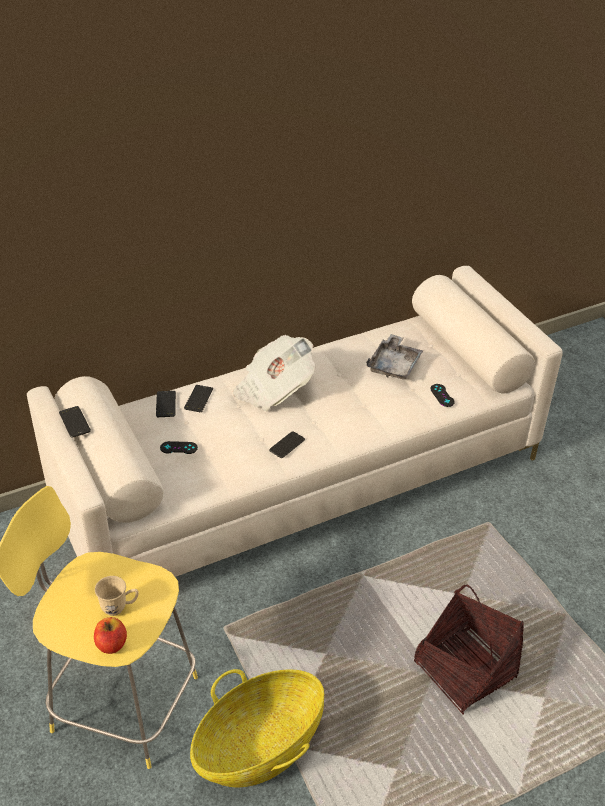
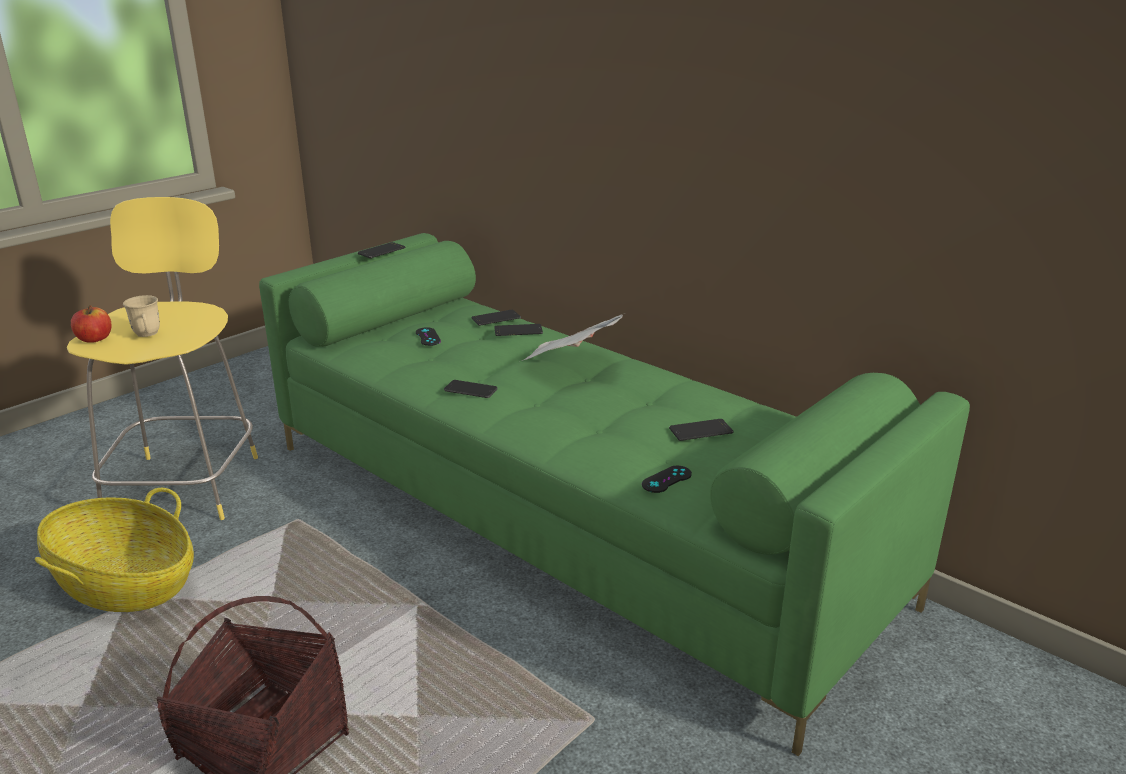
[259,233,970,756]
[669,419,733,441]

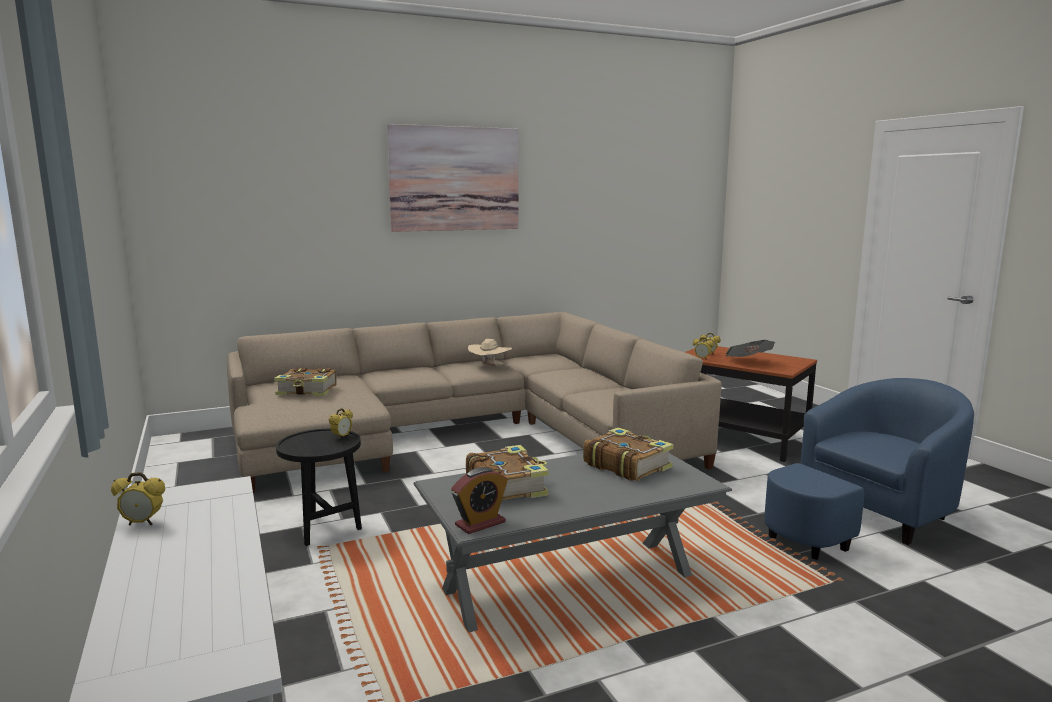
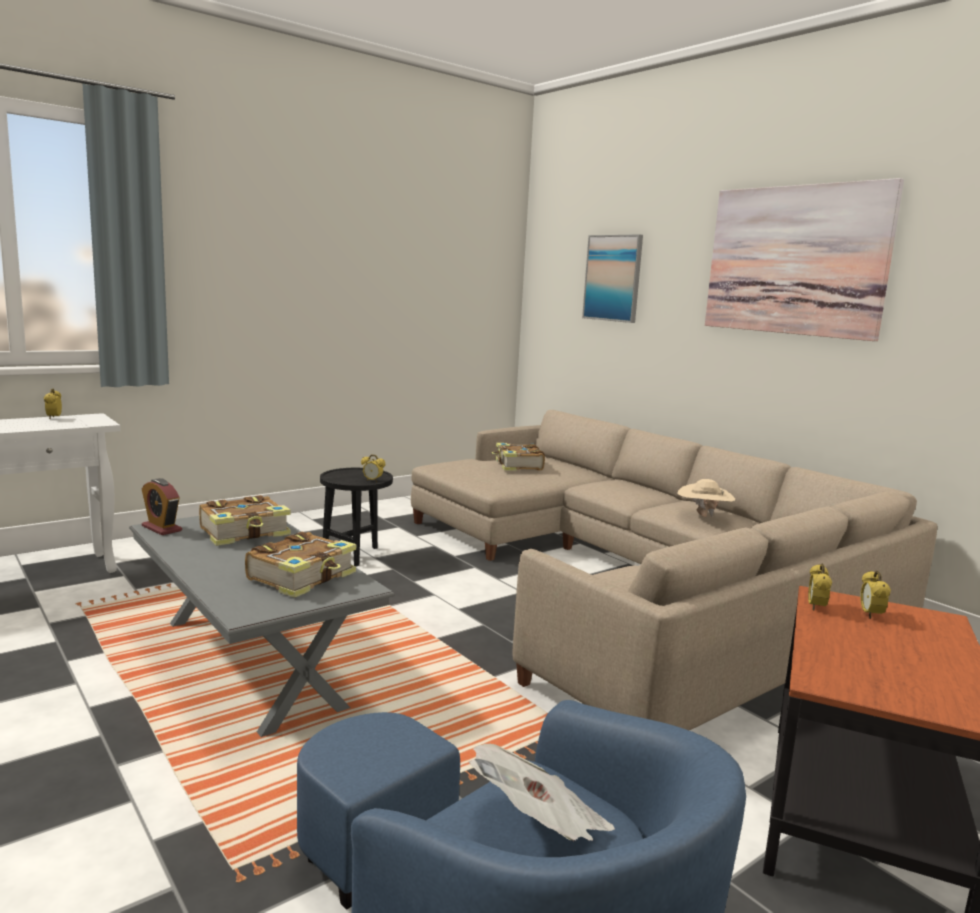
[469,744,615,841]
[582,234,643,323]

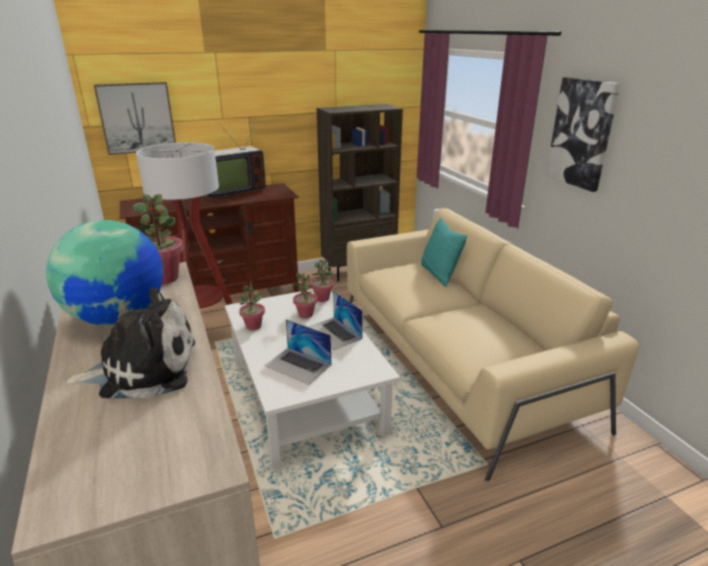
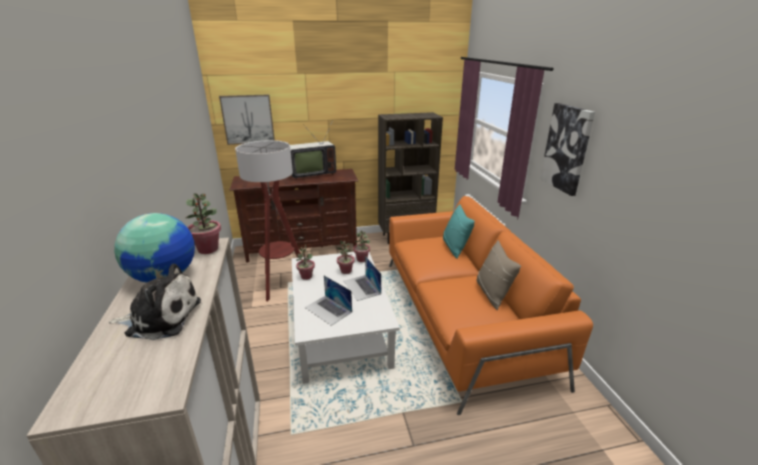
[389,196,593,415]
[477,241,521,310]

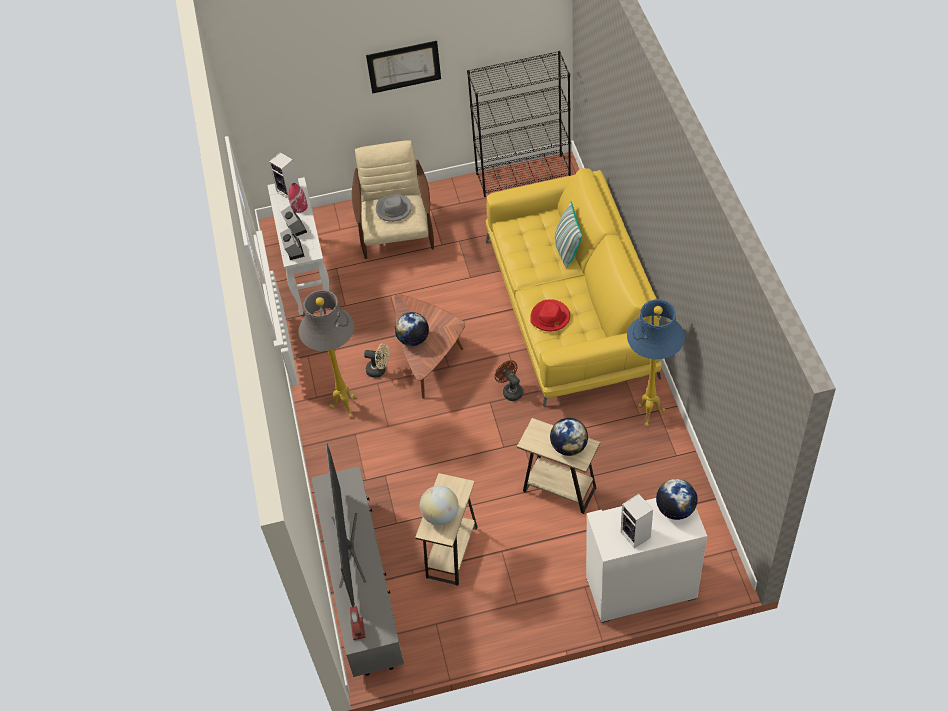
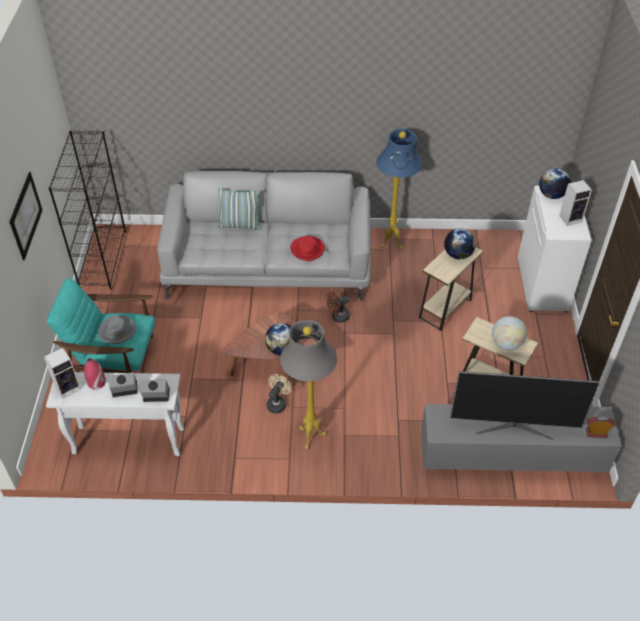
[47,278,155,373]
[157,171,371,301]

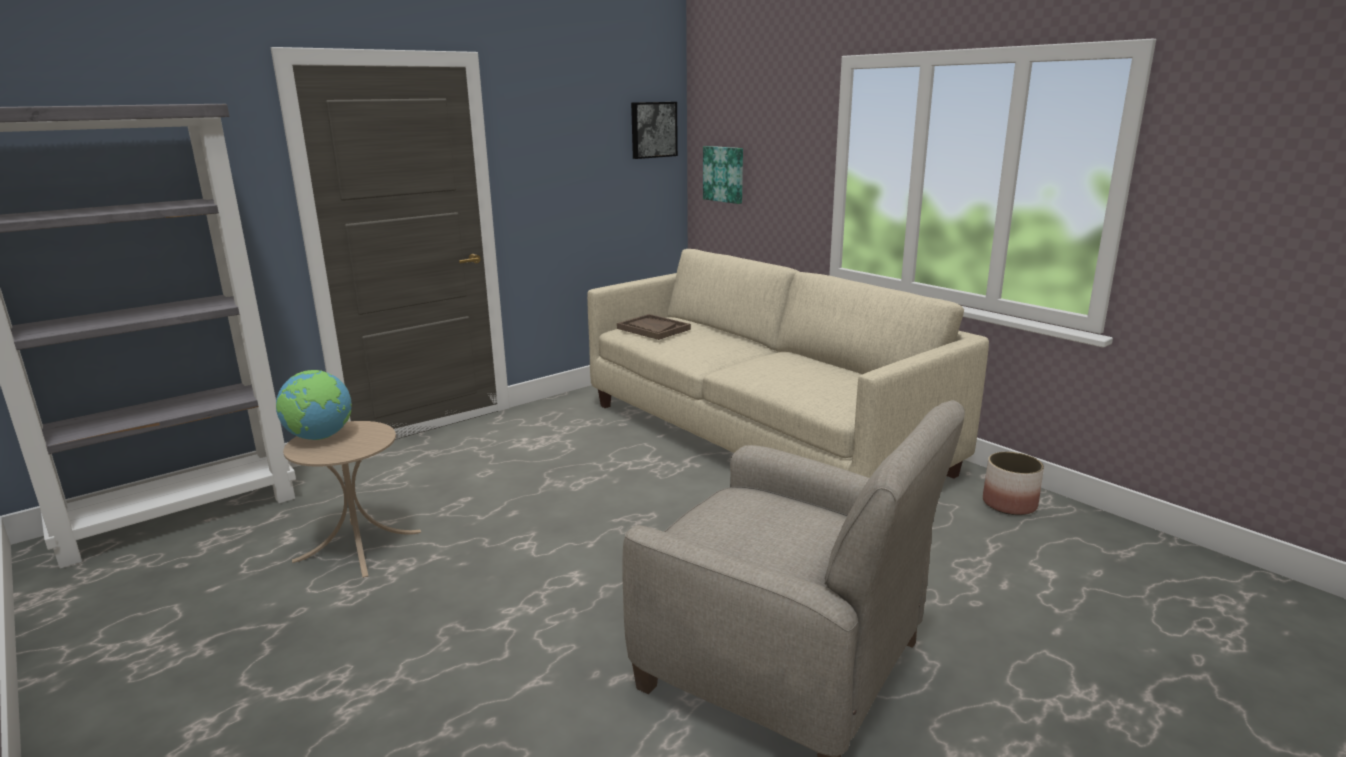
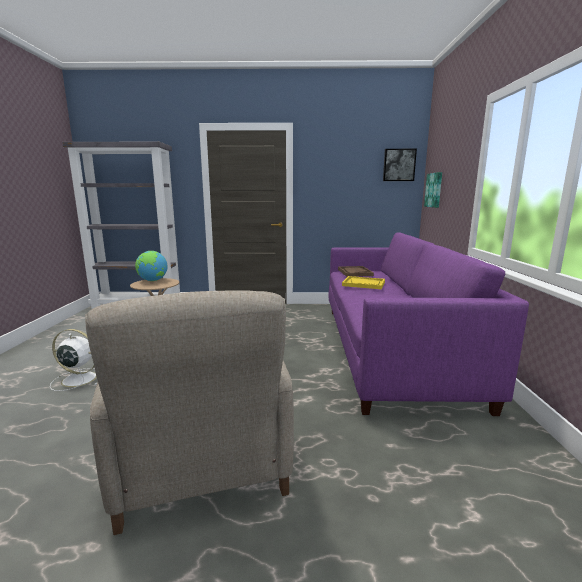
[328,232,529,416]
[983,452,1044,515] (first image)
[342,276,385,289]
[50,329,97,391]

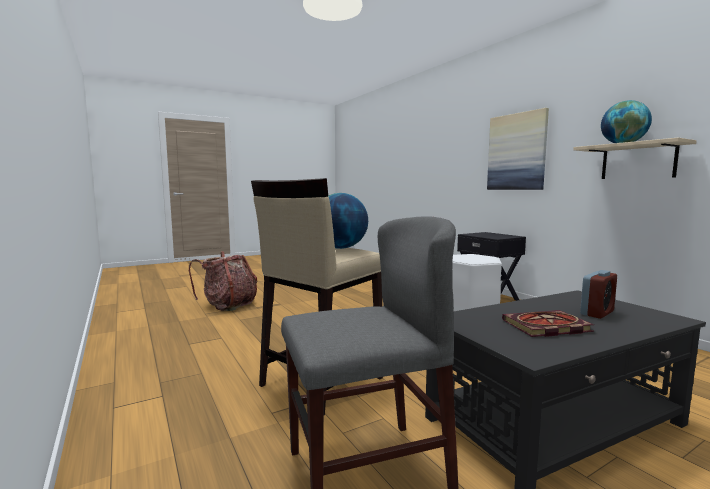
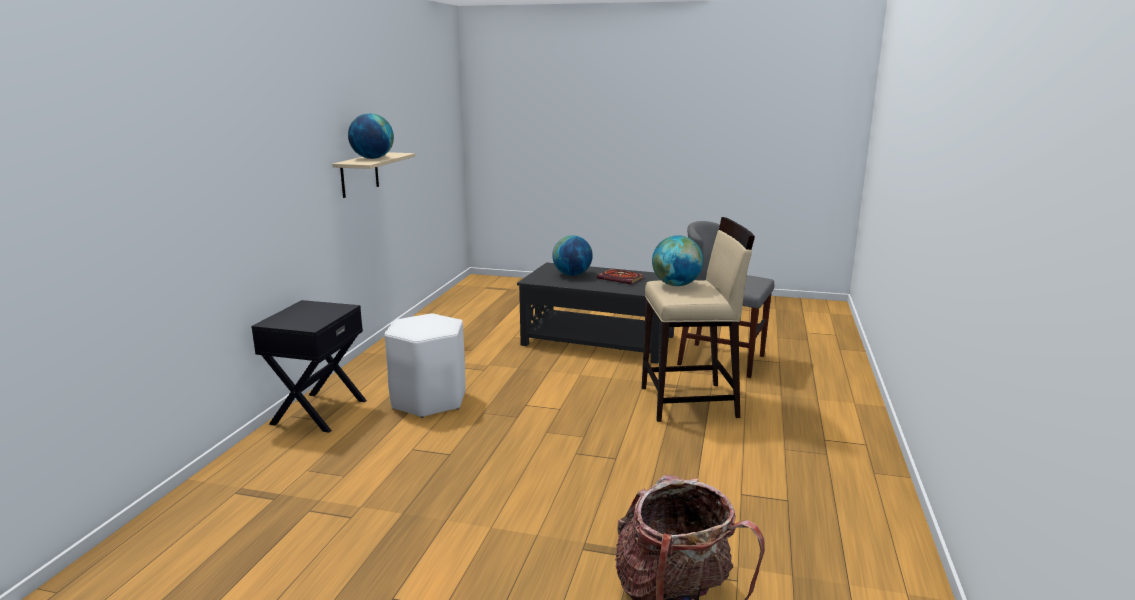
[487,108,549,190] (first image)
[552,235,593,276]

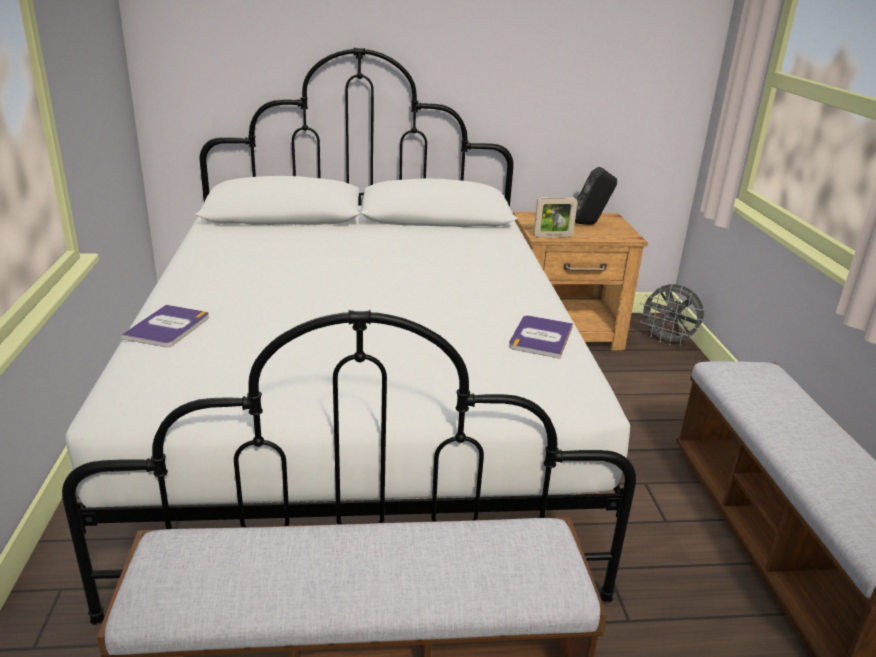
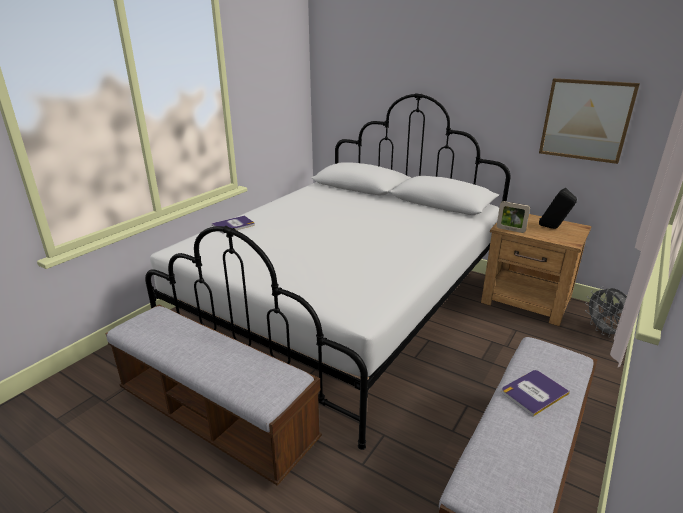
[502,370,570,417]
[539,78,640,164]

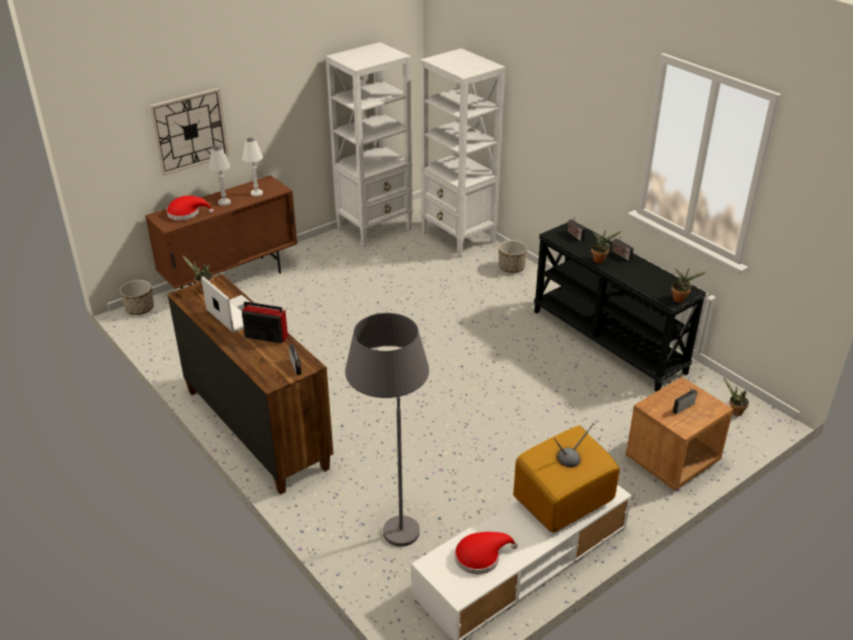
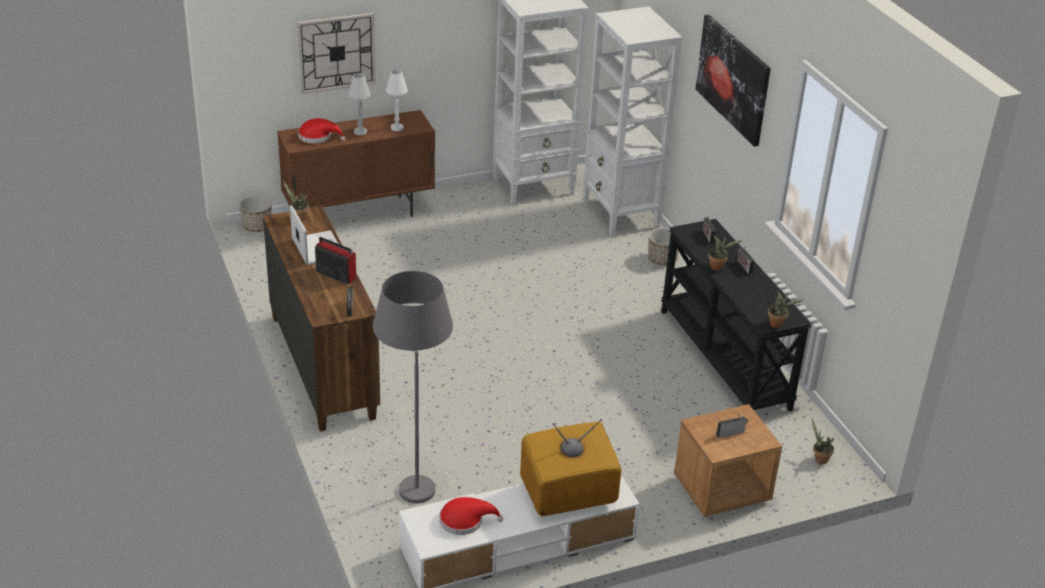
[695,14,771,147]

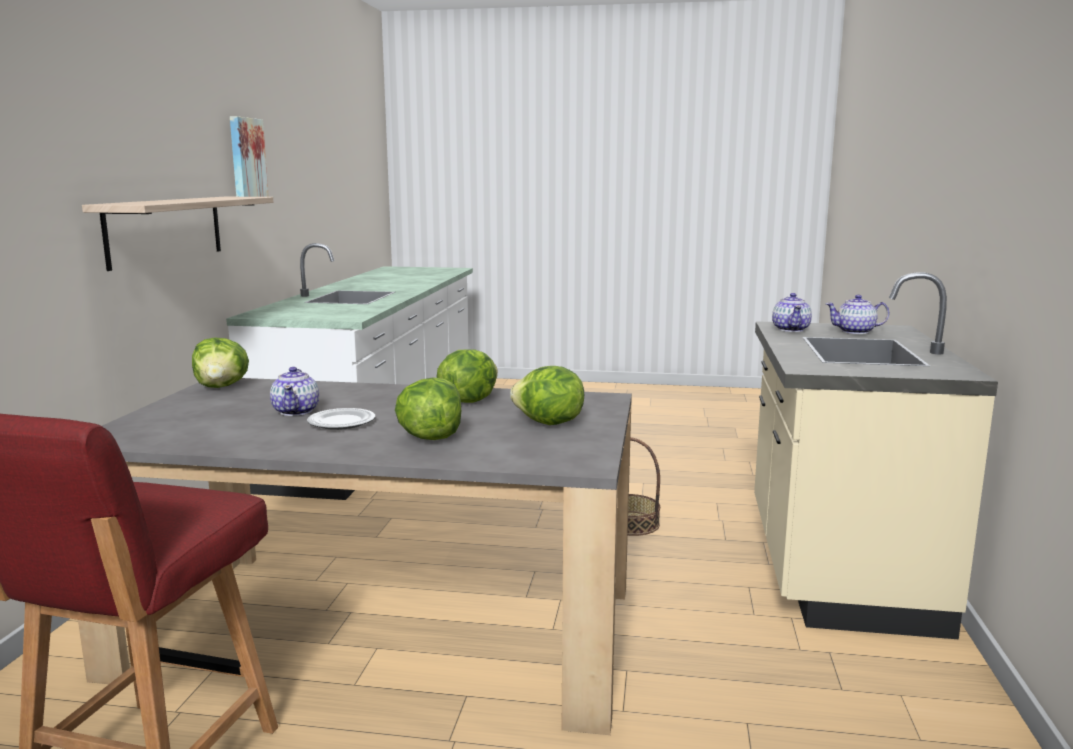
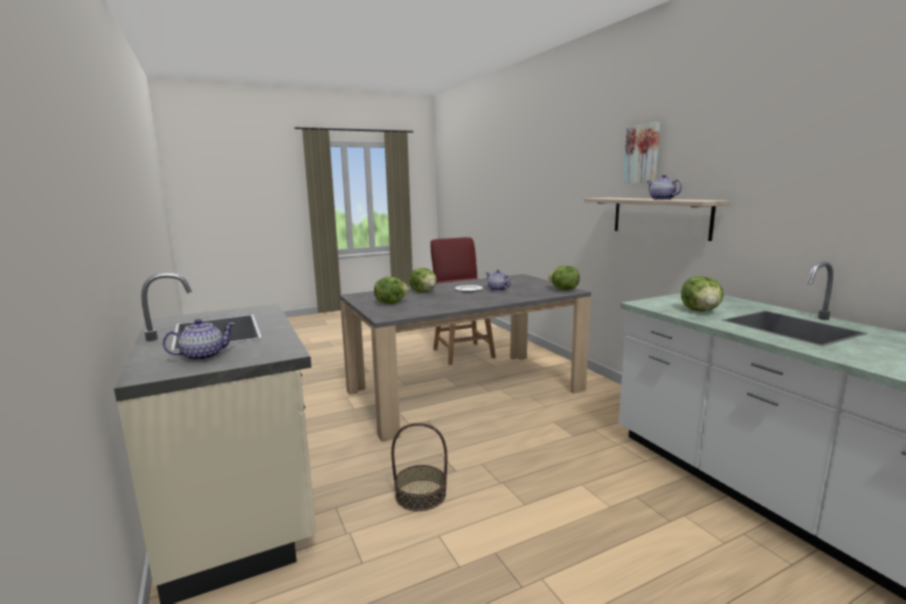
[623,122,660,183]
[647,175,682,200]
[681,276,724,312]

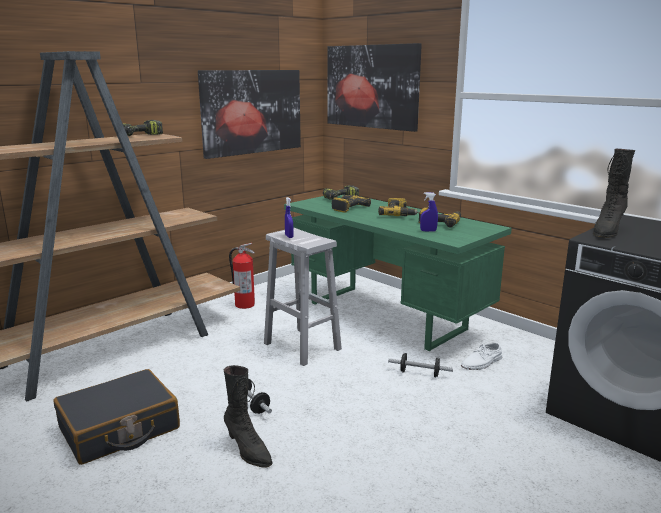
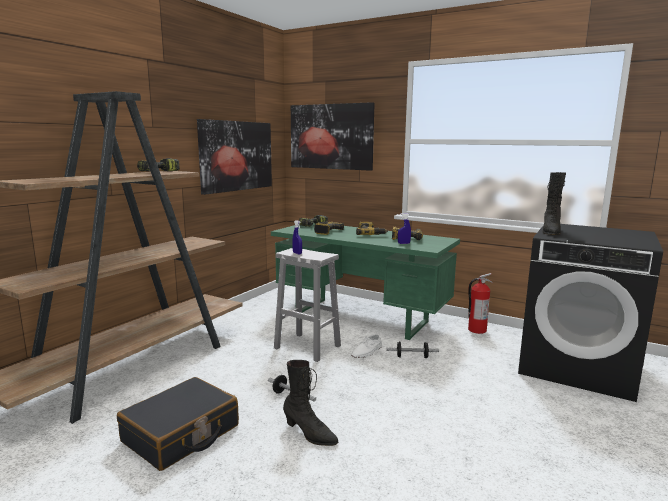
[468,273,493,334]
[351,334,382,358]

